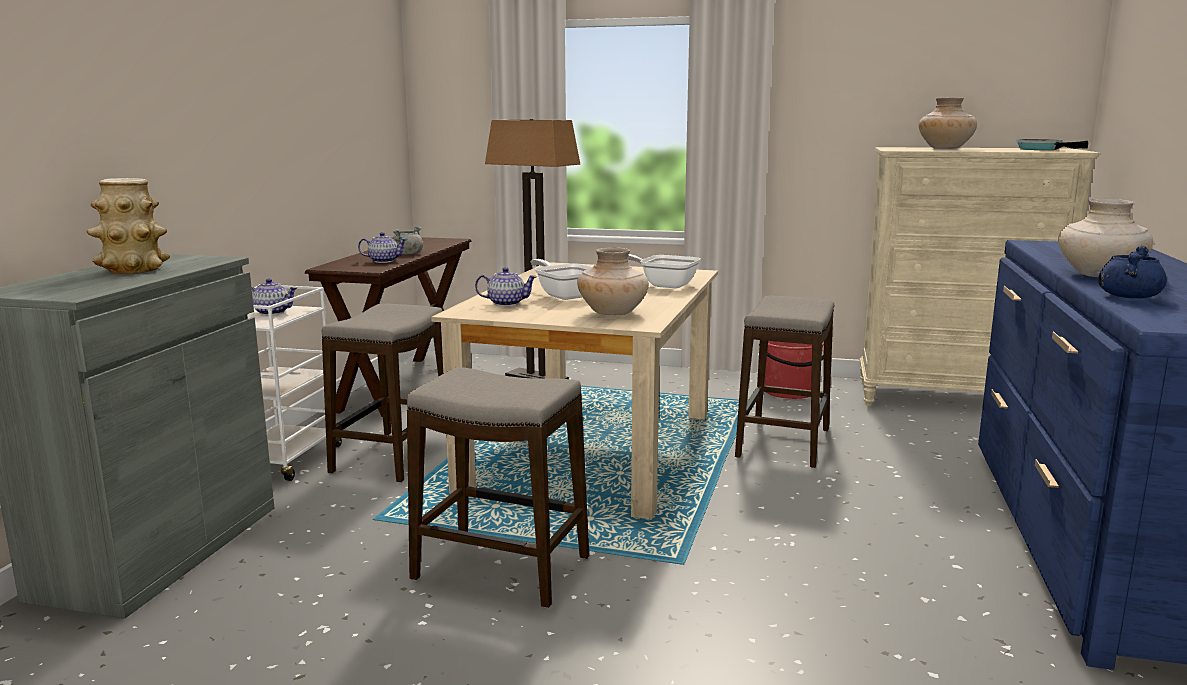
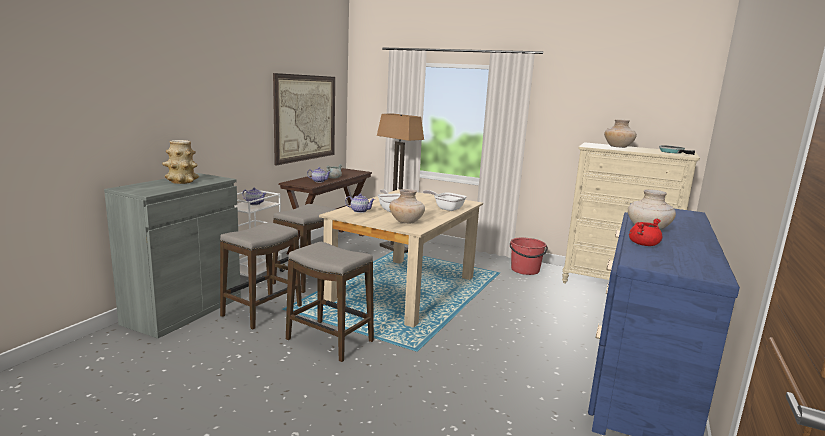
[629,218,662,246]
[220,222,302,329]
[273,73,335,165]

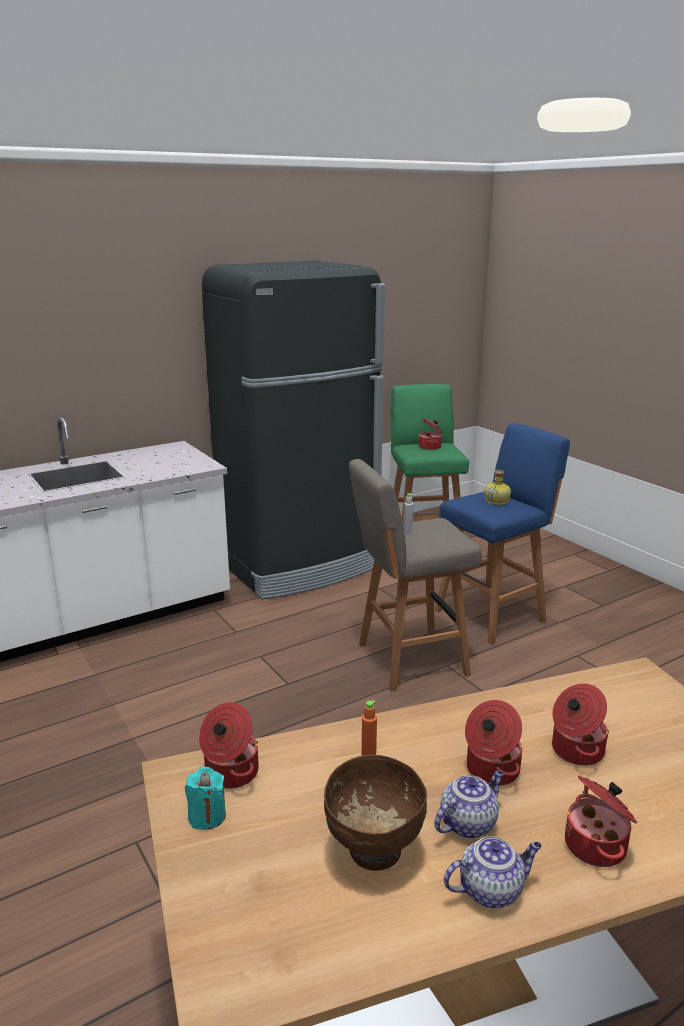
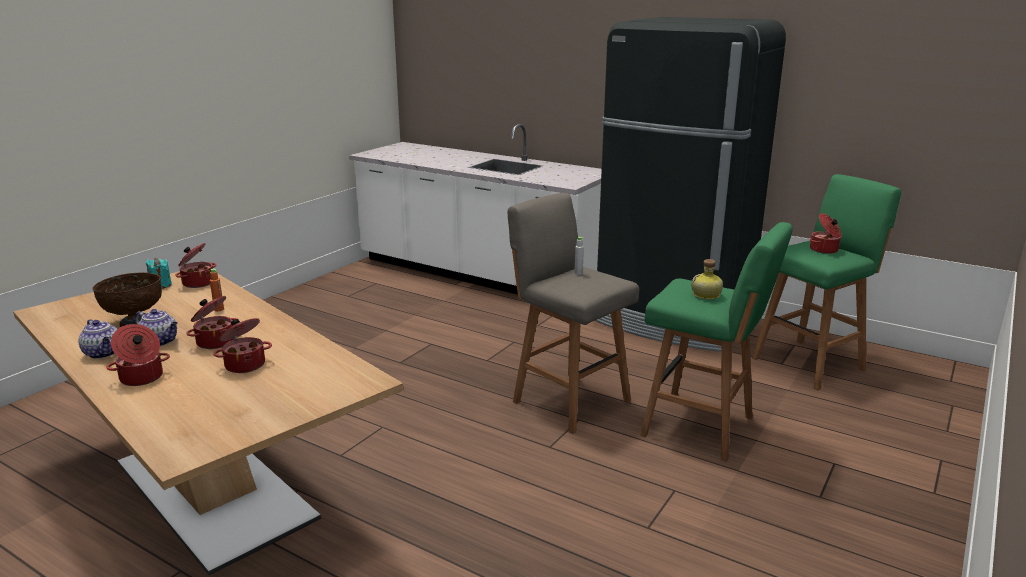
[640,222,793,462]

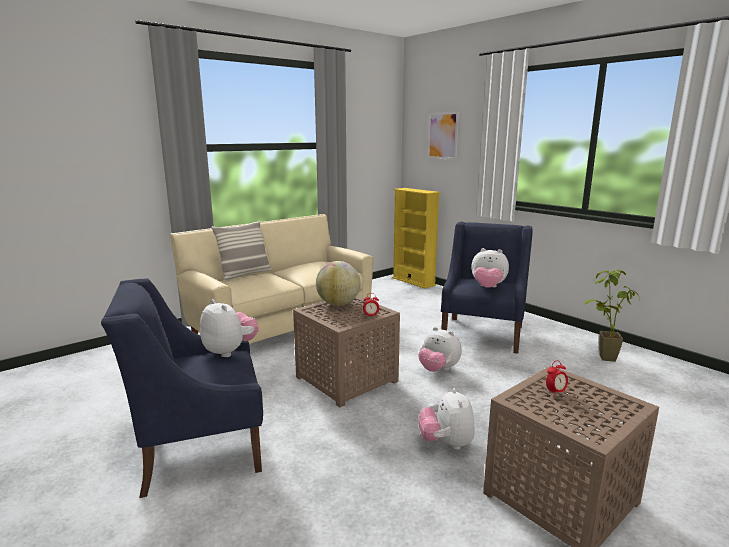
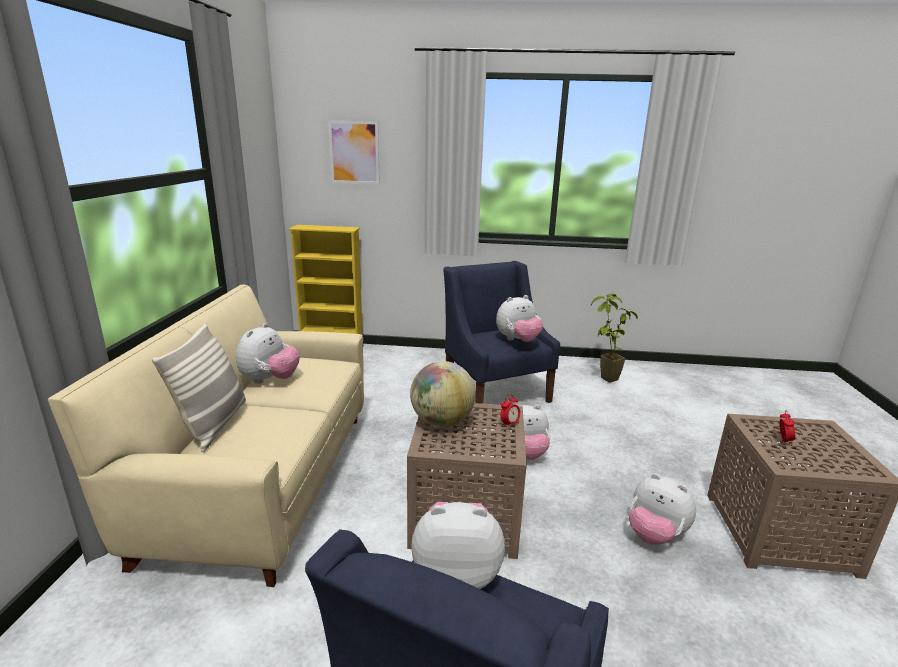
[236,323,300,384]

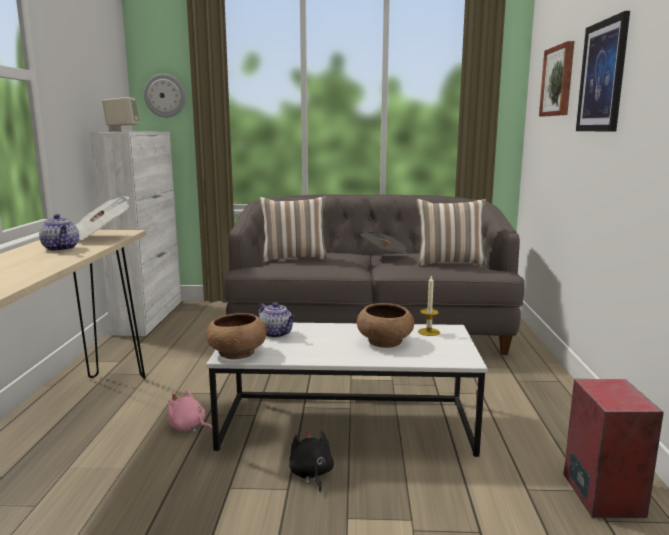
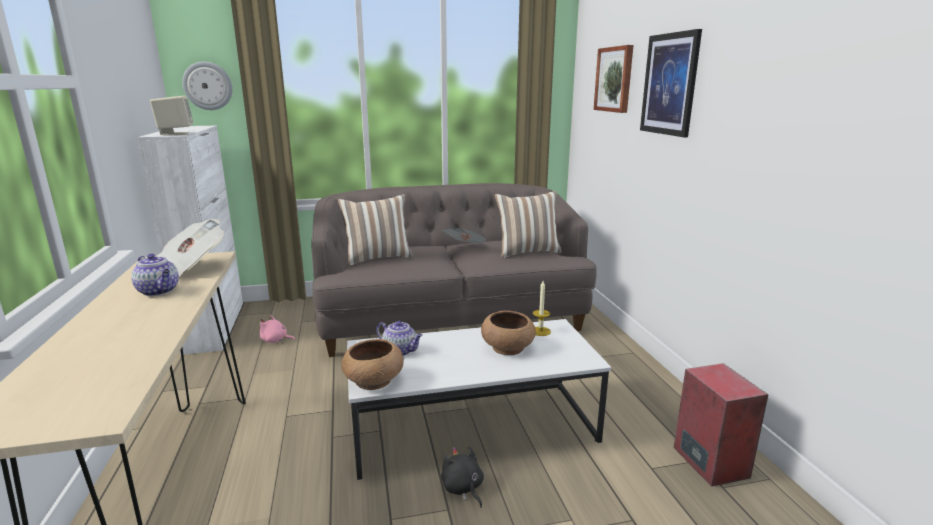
[259,315,295,343]

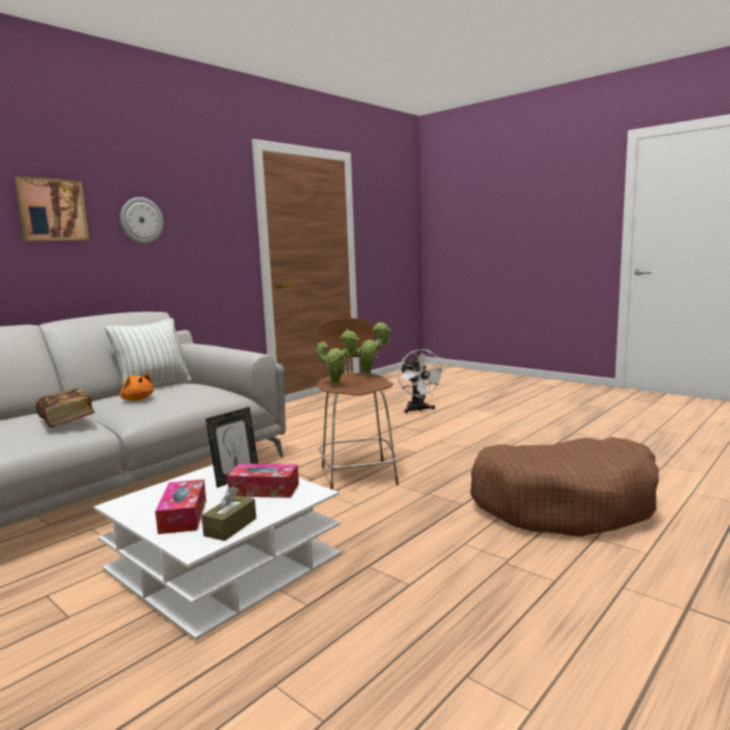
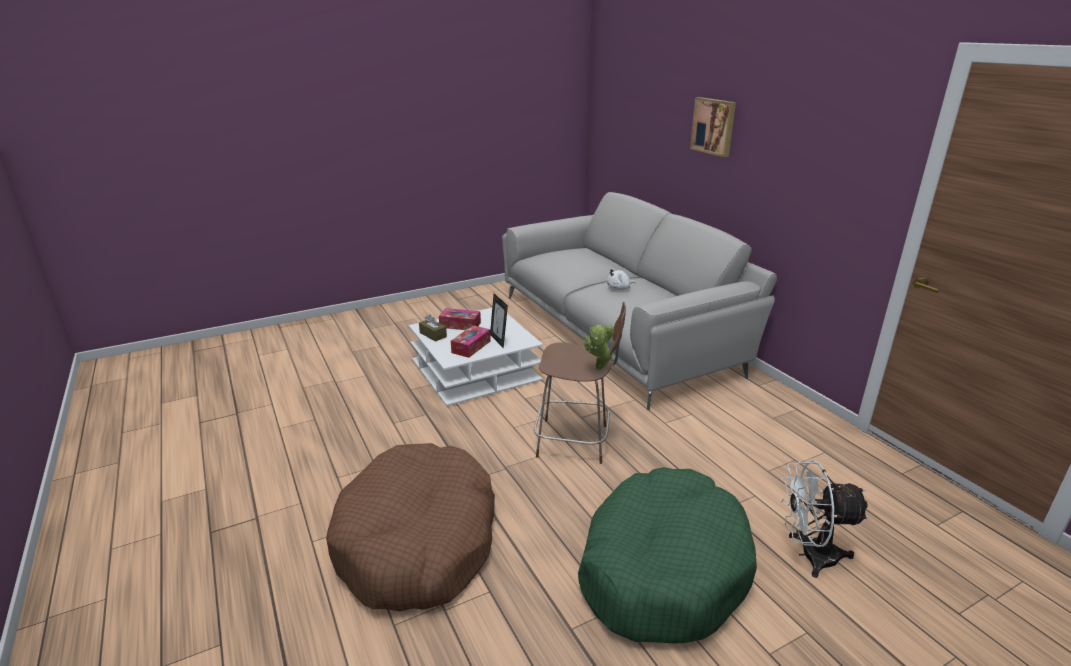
[120,197,163,244] (first image)
[105,318,191,386] (first image)
[317,329,359,385] (first image)
[607,268,636,290]
[36,388,95,428] (first image)
[578,467,757,644]

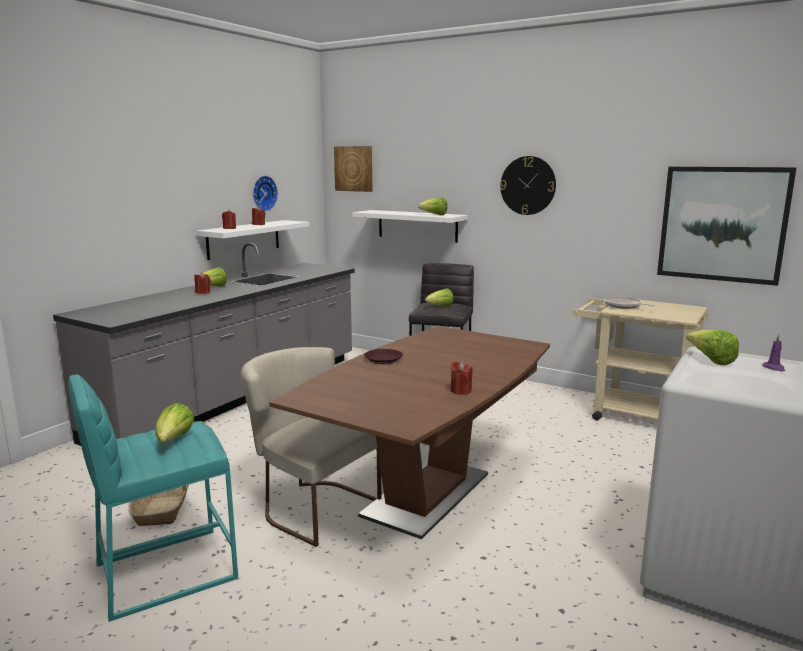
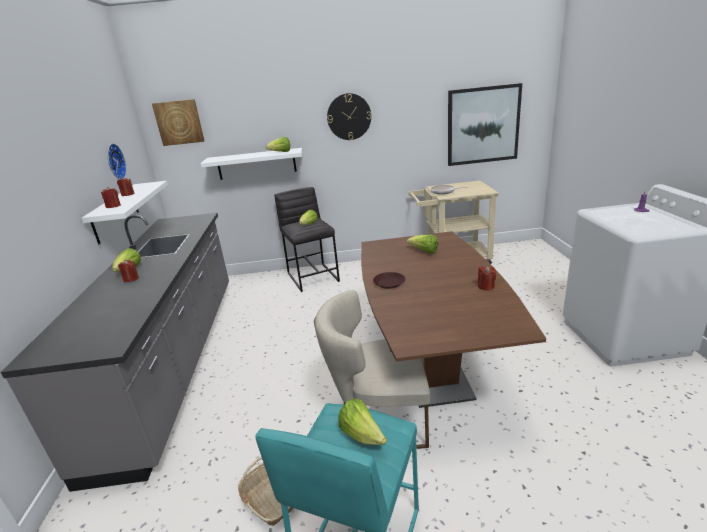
[407,235,438,254]

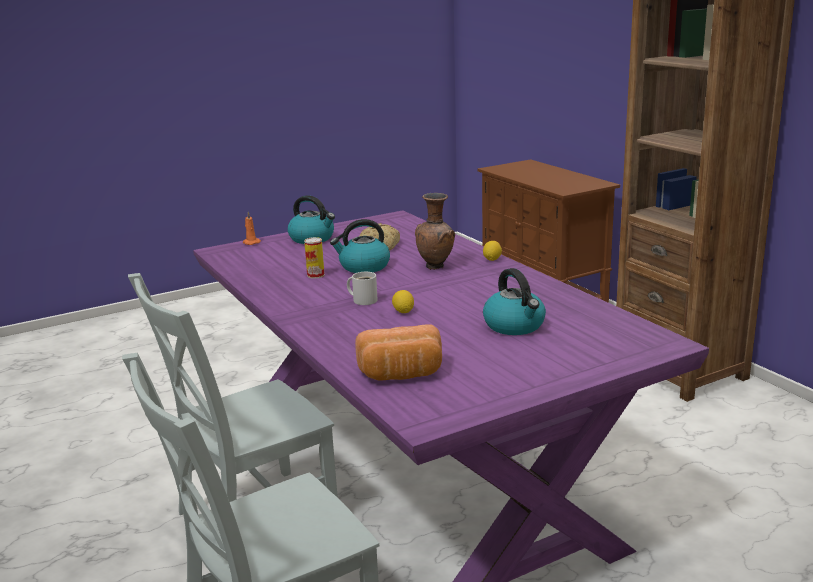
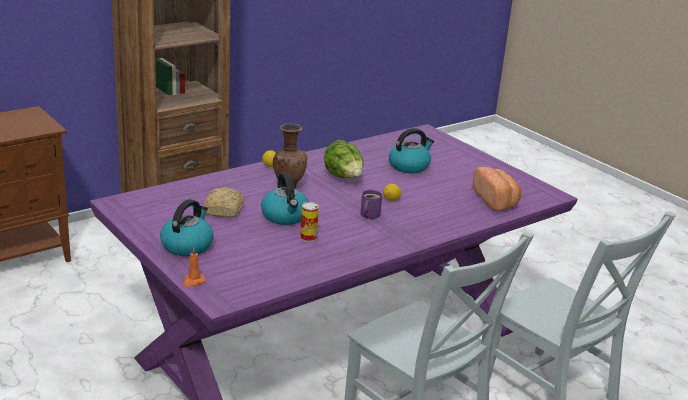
[360,190,382,219]
[324,140,364,178]

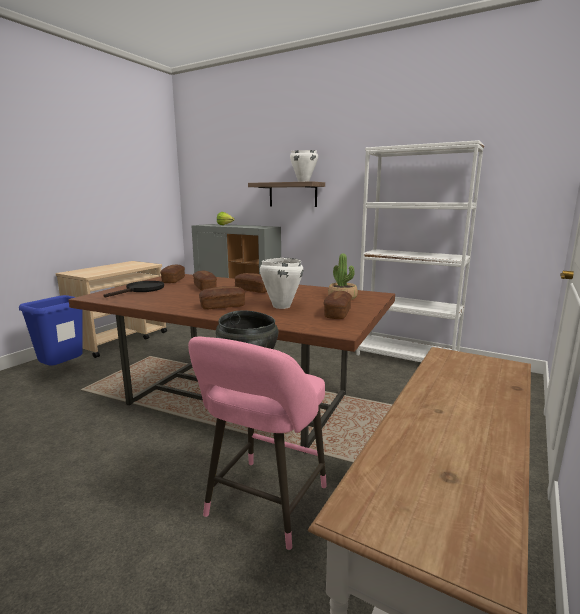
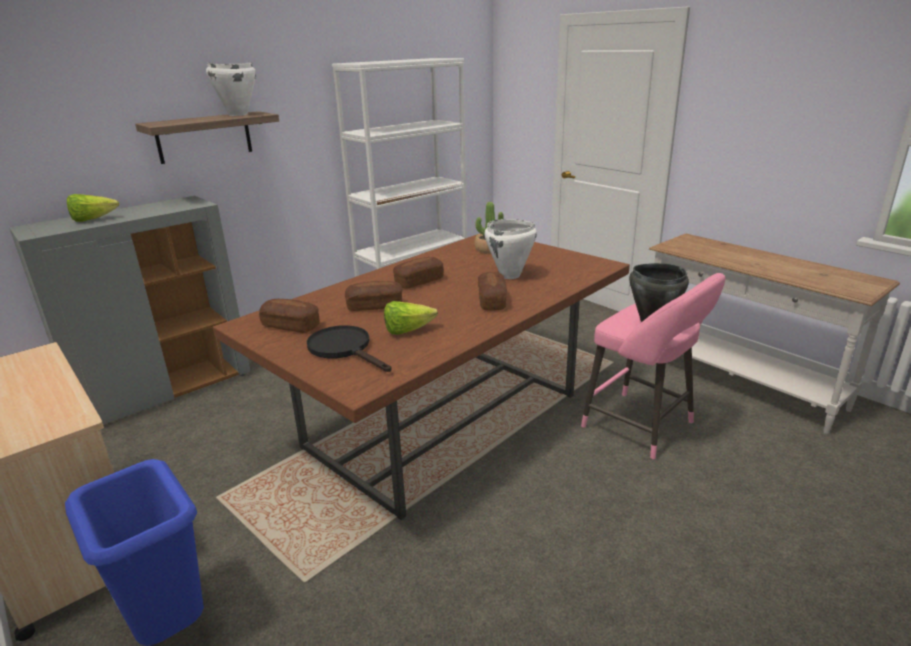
[324,291,352,319] (first image)
[384,301,438,335]

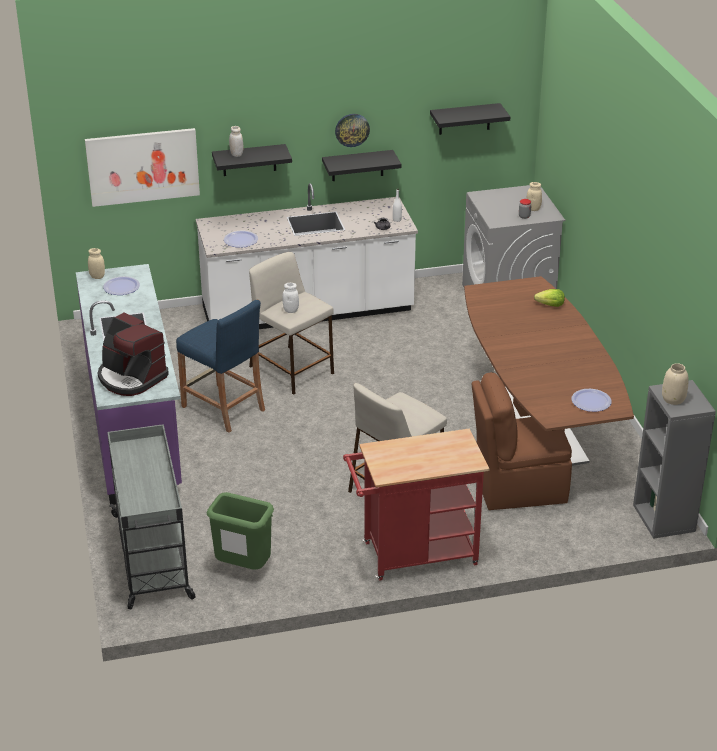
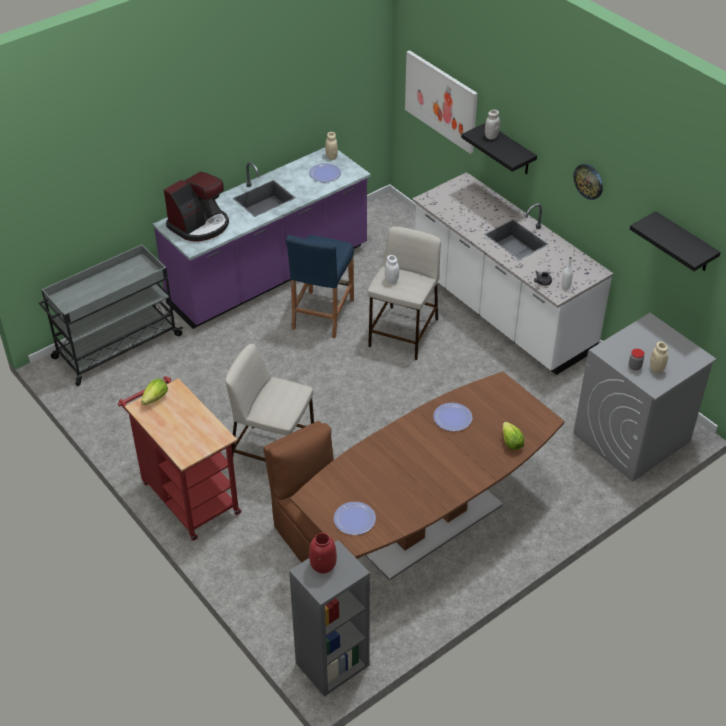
[322,150,401,181] (first image)
[433,403,472,431]
[164,171,229,242]
[309,533,337,573]
[207,492,274,570] (first image)
[141,379,168,405]

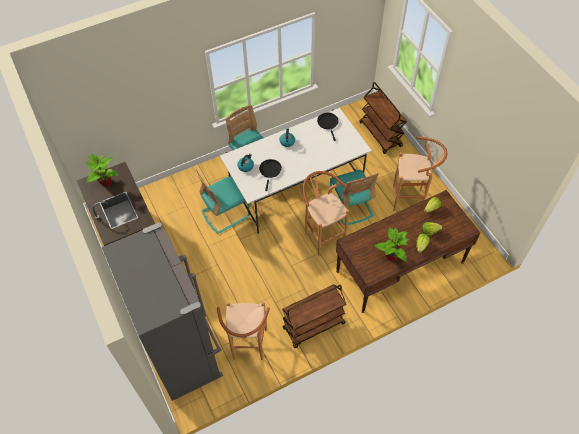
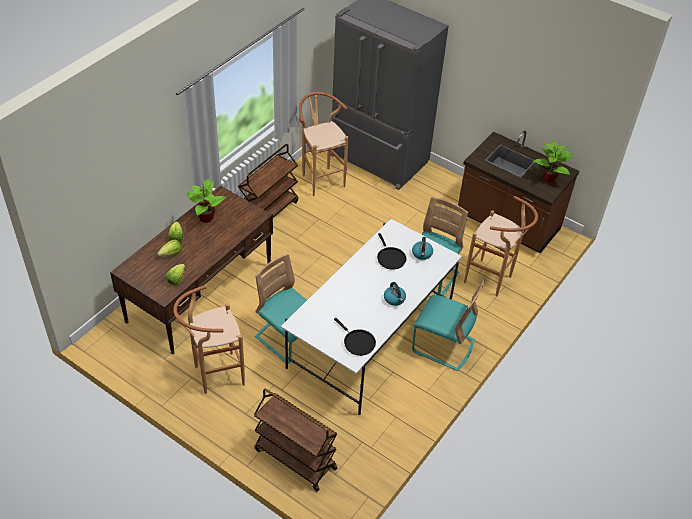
[464,196,538,296]

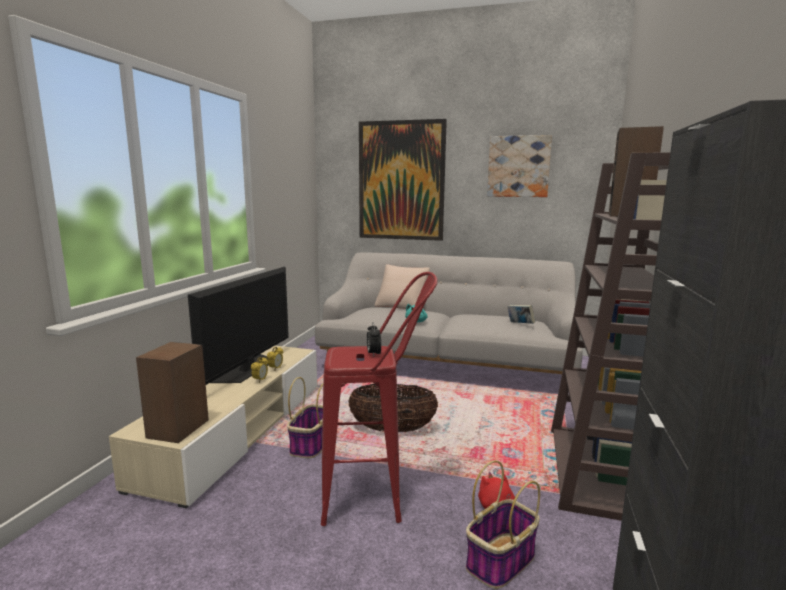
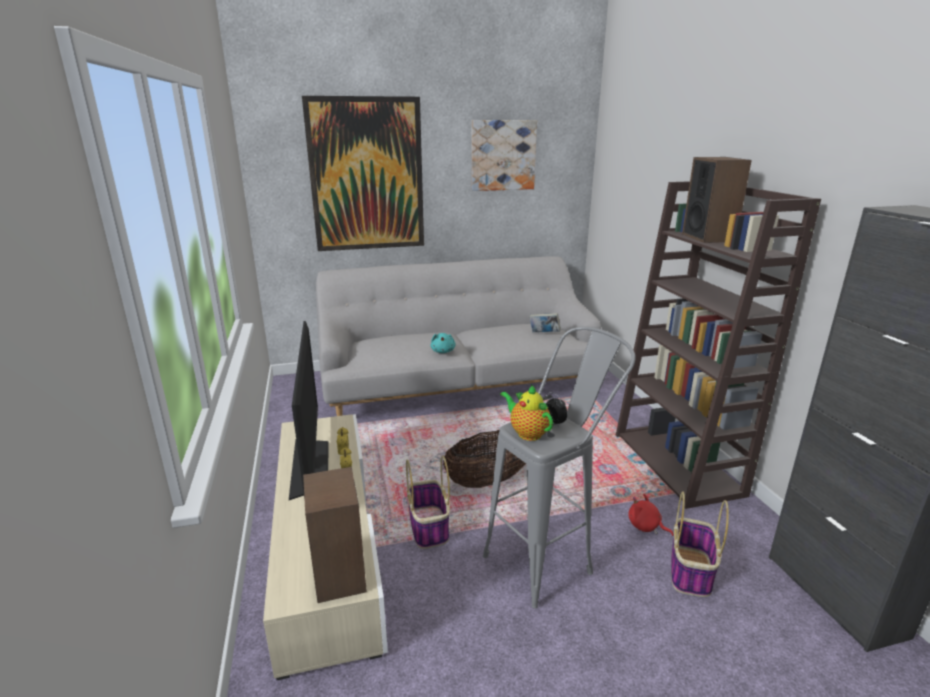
[374,264,430,309] (first image)
[483,326,636,609]
[500,384,553,441]

